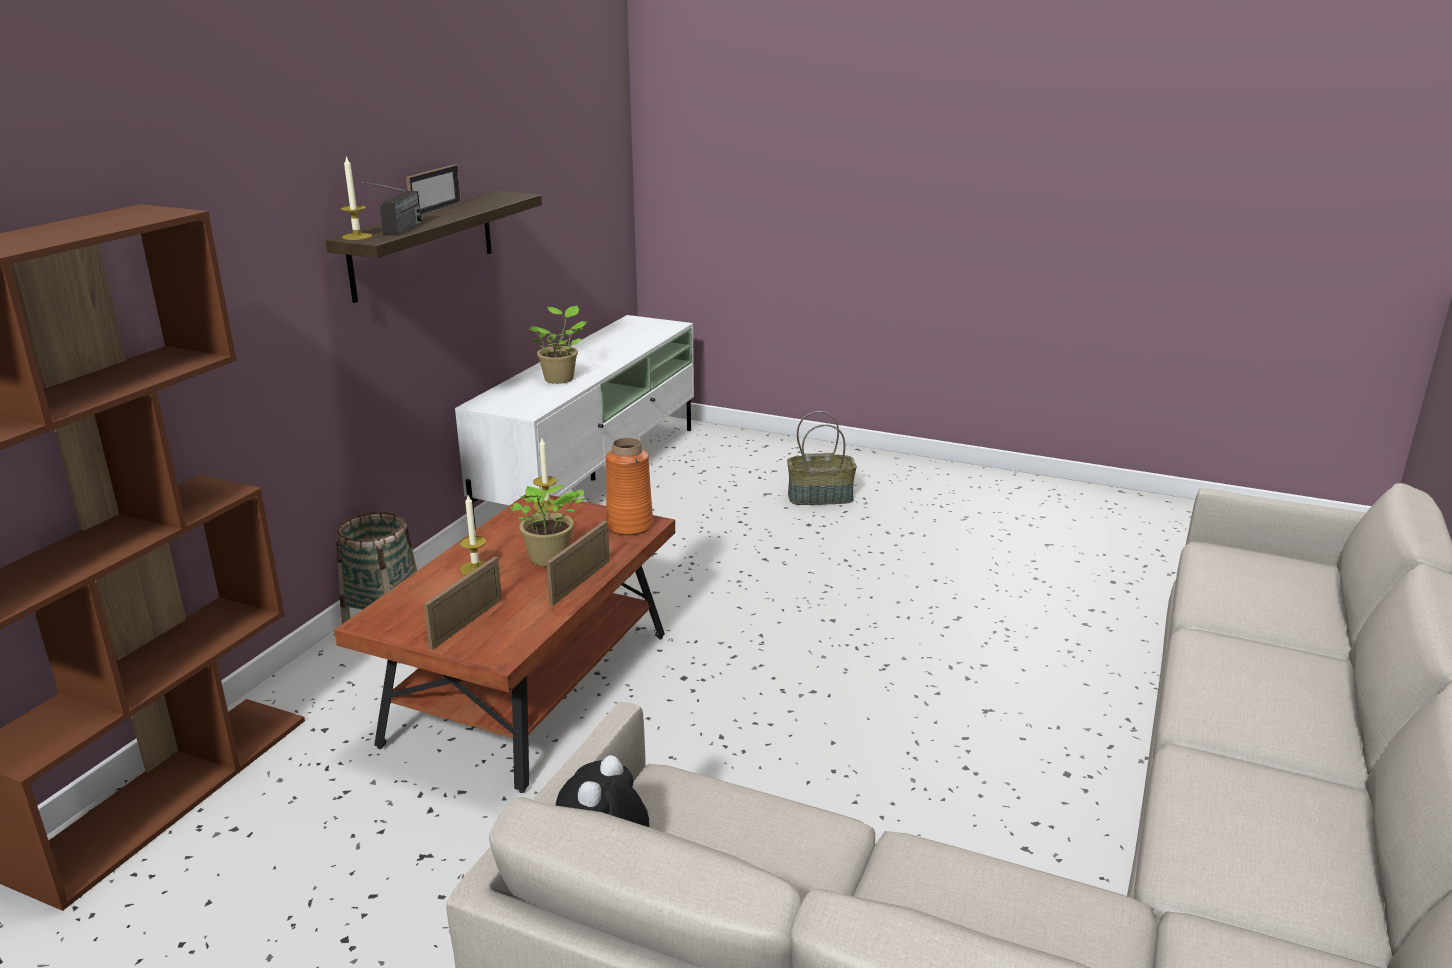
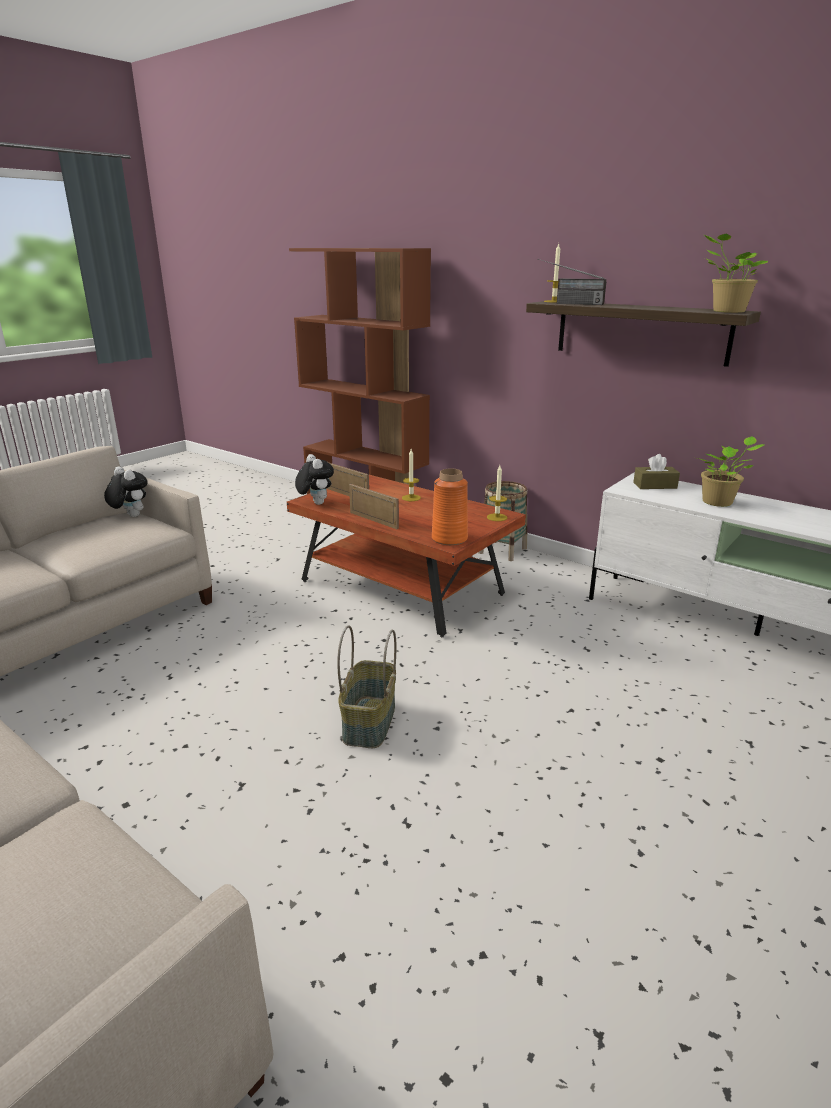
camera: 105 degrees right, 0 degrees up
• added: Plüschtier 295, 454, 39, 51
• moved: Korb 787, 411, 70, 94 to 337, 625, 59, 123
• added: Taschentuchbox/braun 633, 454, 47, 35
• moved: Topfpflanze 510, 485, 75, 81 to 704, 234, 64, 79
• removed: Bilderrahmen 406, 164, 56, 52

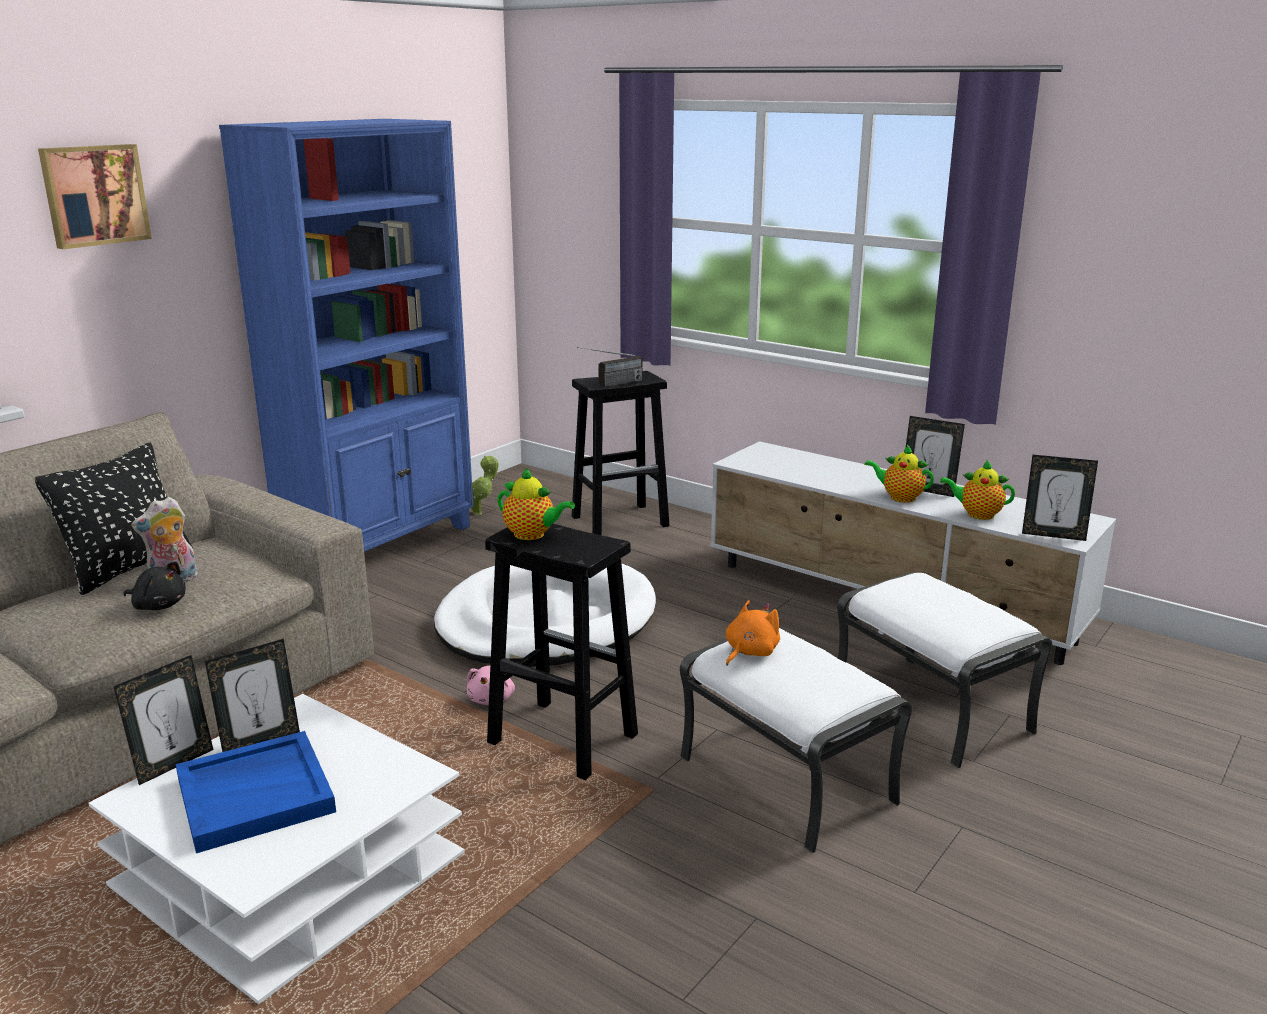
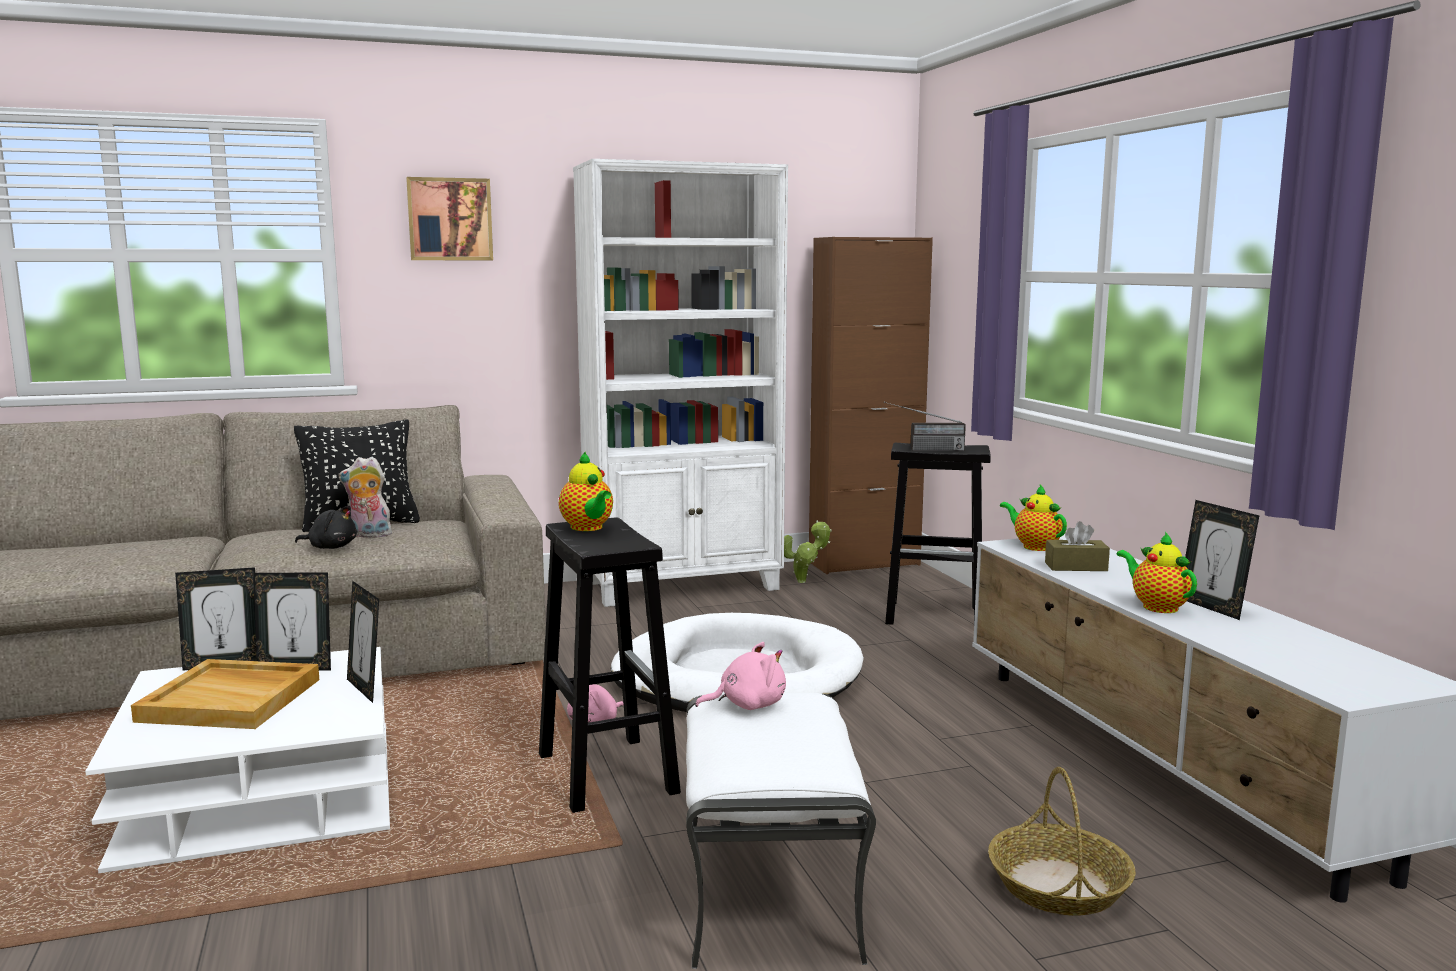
camera: 35 degrees right, 10 degrees down
• recoloured: Tablett/blau 176, 731, 160, 122 to Tablett/beige 131, 659, 188, 70
• turned: Plüschtier/schwarz 124, 561, 62, 49 = 295, 506, 62, 43 45 degrees counterclockwise
• moved: Bilderrahmen 1022, 455, 76, 86 to 347, 581, 32, 122
• recoloured: Bücherregal/blau 219, 119, 254, 433 to Bücherregal/weiß 573, 159, 215, 448
• recoloured: Plüschtier/orange 726, 600, 54, 65 to Plüschtier/rosa 695, 642, 91, 68
• added: Schrank/braun 809, 237, 124, 337
• replaced: Polsterhocker/weiß 837, 572, 215, 197 to Korb 988, 767, 148, 149
• moved: Teekanne 940, 459, 75, 61 to 1000, 485, 67, 66
• added: Taschentuchbox/braun 1045, 521, 65, 50

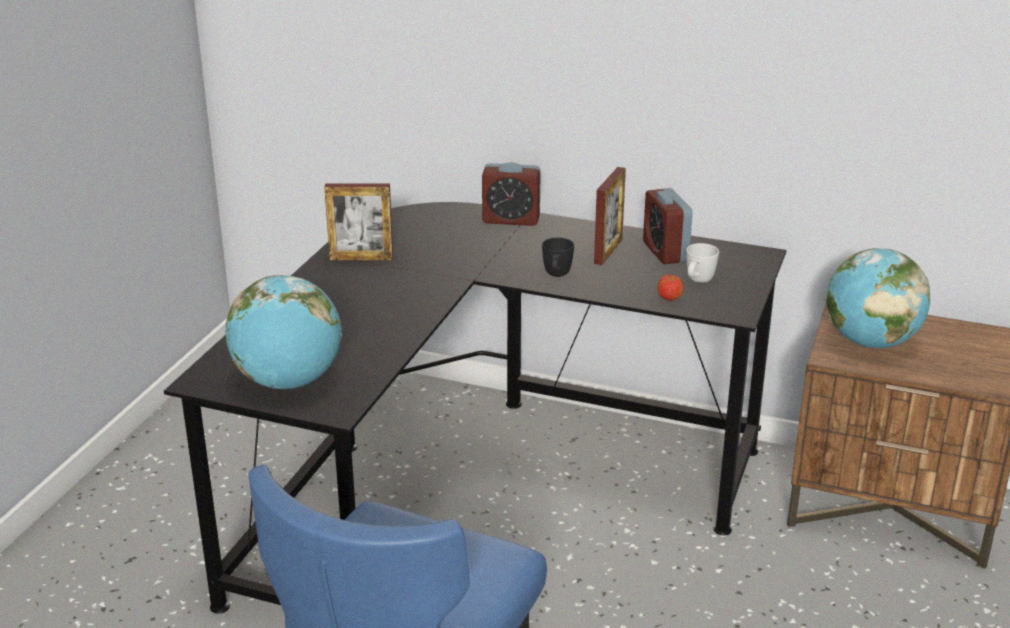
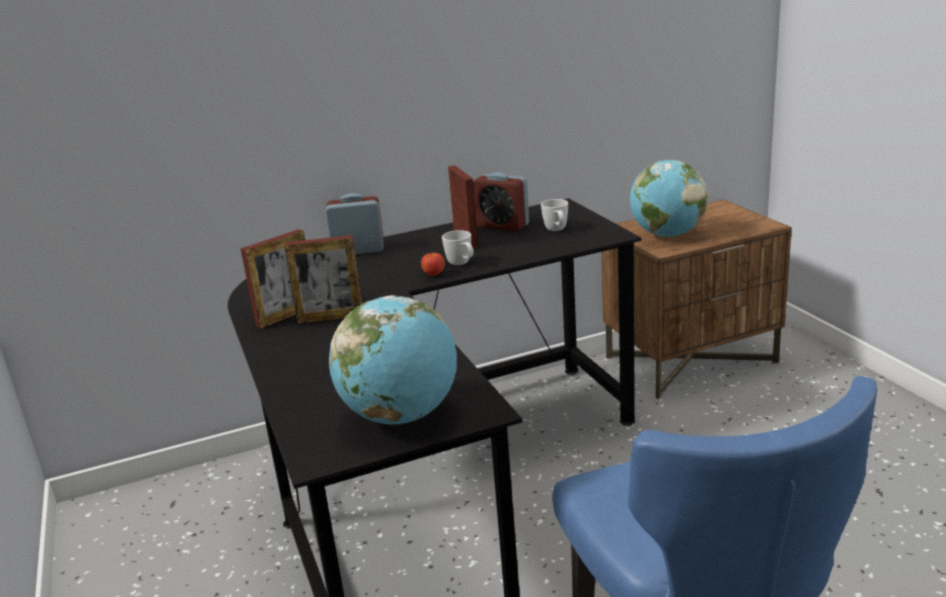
camera: 40 degrees left, 5 degrees down
• added: Bilderrahmen 284, 235, 79, 89
• turned: Wecker 482, 162, 59, 64 = 325, 193, 59, 61 150 degrees counterclockwise
• moved: Apfel 658, 275, 25, 26 to 421, 253, 24, 23
• recoloured: Henkelbecher/schwarz 542, 237, 32, 40 to Henkelbecher/weiß 442, 230, 32, 35

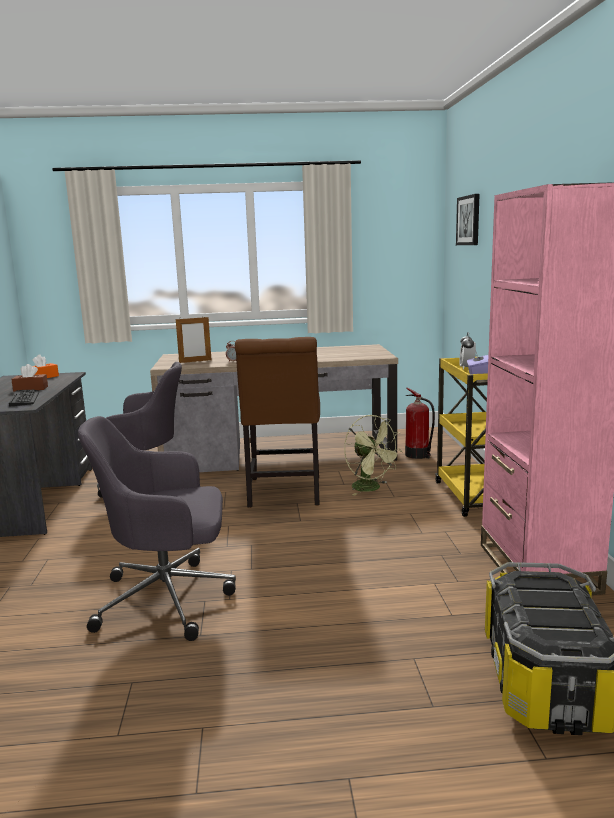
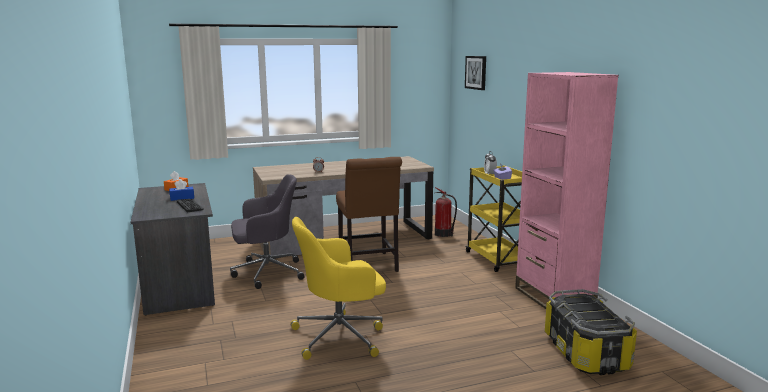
camera: 15 degrees left, 0 degrees up
• recoloured: Taschentuchbox/braun 11, 364, 37, 28 to Taschentuchbox/blau 169, 179, 25, 22
• recoloured: Bürostuhl/grau 78, 416, 158, 225 to Bürostuhl/gelb 291, 217, 95, 143
• removed: Bilderrahmen 176, 317, 36, 46
• removed: Ventilator/grün 344, 415, 58, 81

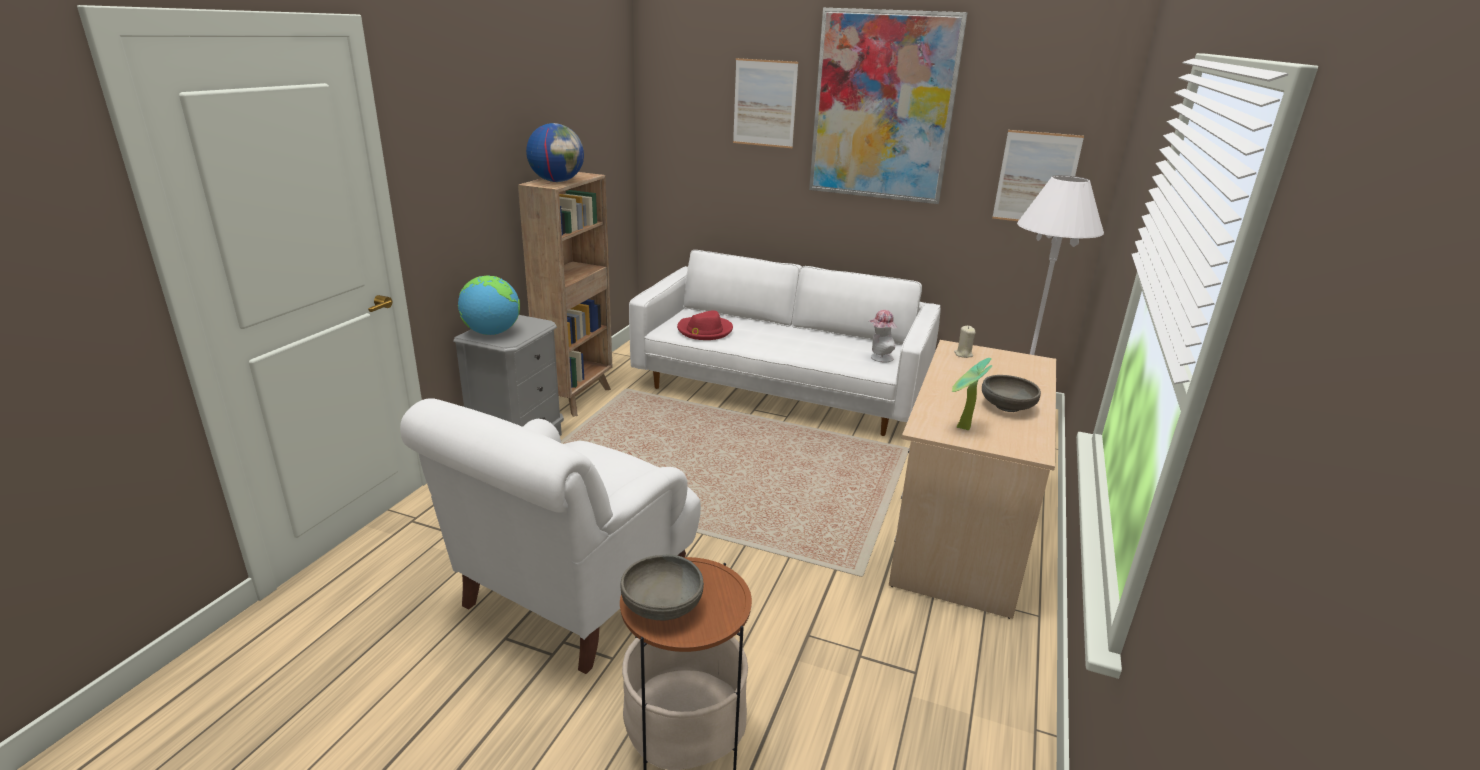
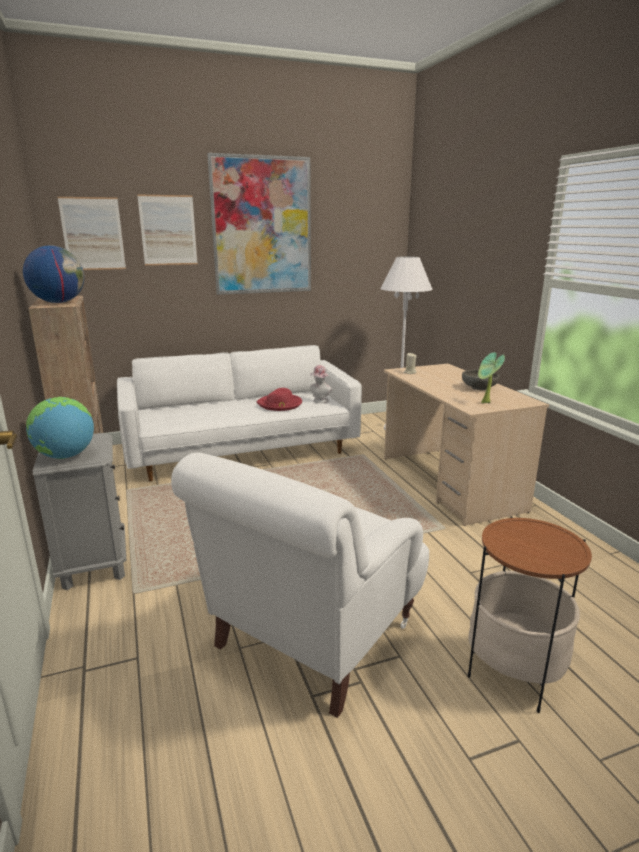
camera: 40 degrees left, 5 degrees down
• moved: Bild 992, 130, 92, 91 to 58, 197, 68, 73
• turned: Sessel/weiß 400, 398, 301, 276 = 171, 452, 258, 266 45 degrees clockwise
• moved: Hut/rot 677, 310, 56, 30 to 256, 388, 46, 23
• removed: Schüssel/grau 620, 554, 84, 67

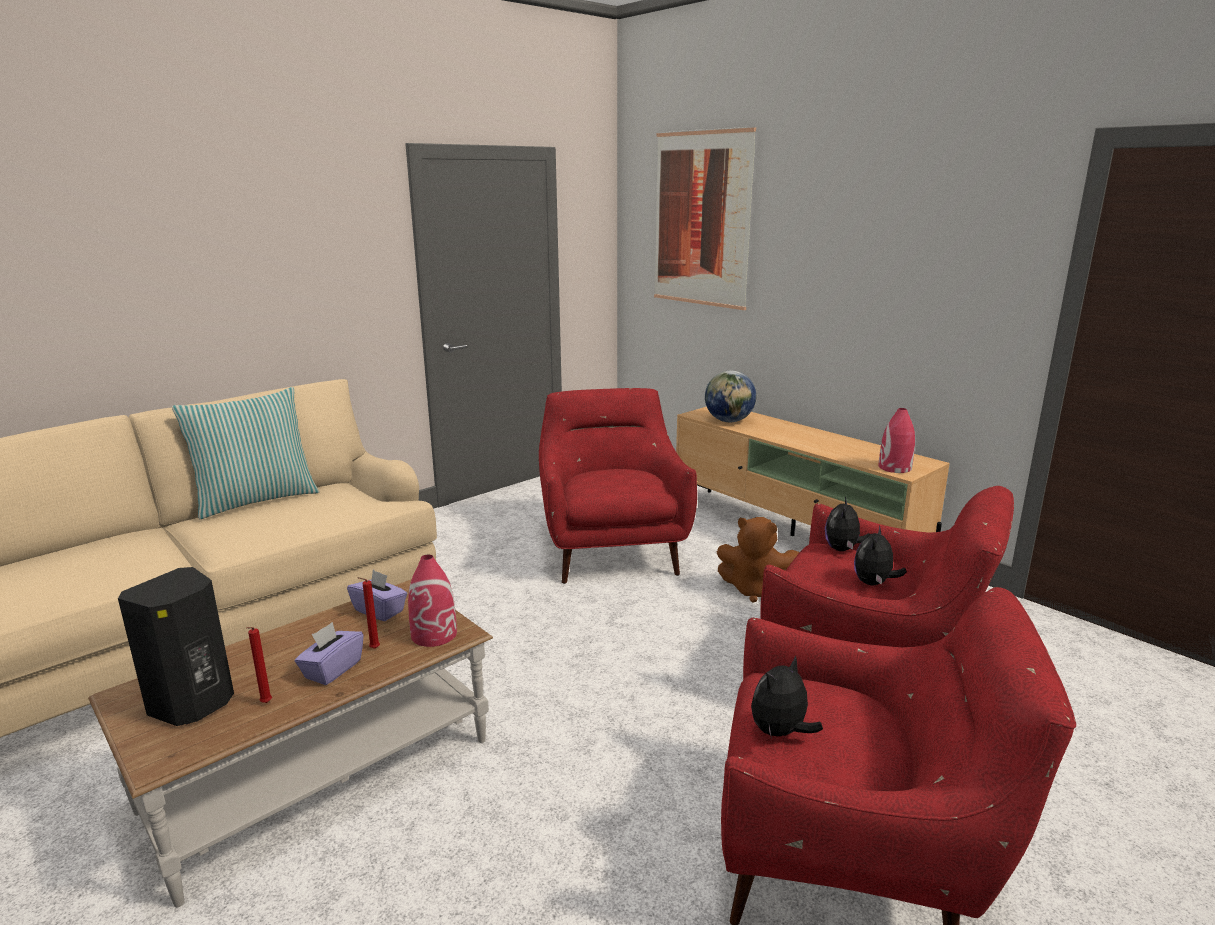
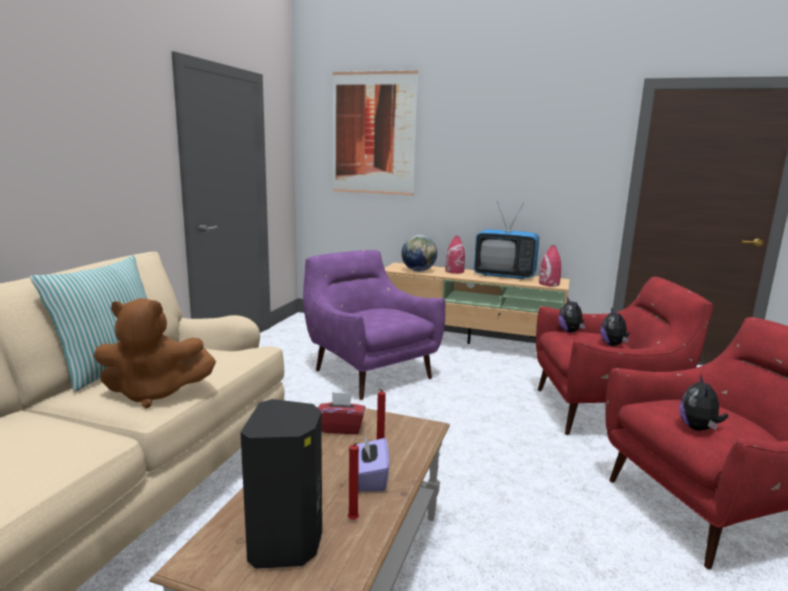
camera: 30 degrees left, 5 degrees down
• moved: Plüschtier/braun 716, 517, 83, 86 to 94, 298, 122, 110
• recoloured: Sessel/rot 539, 388, 158, 196 to Sessel/lila 303, 250, 143, 150
• recoloured: Taschentuchbox/lila 347, 570, 61, 51 to Taschentuchbox/rot 318, 392, 48, 42
• moved: Vase/rot 408, 555, 49, 92 to 446, 236, 19, 38
• added: Fernseher 474, 201, 65, 78

